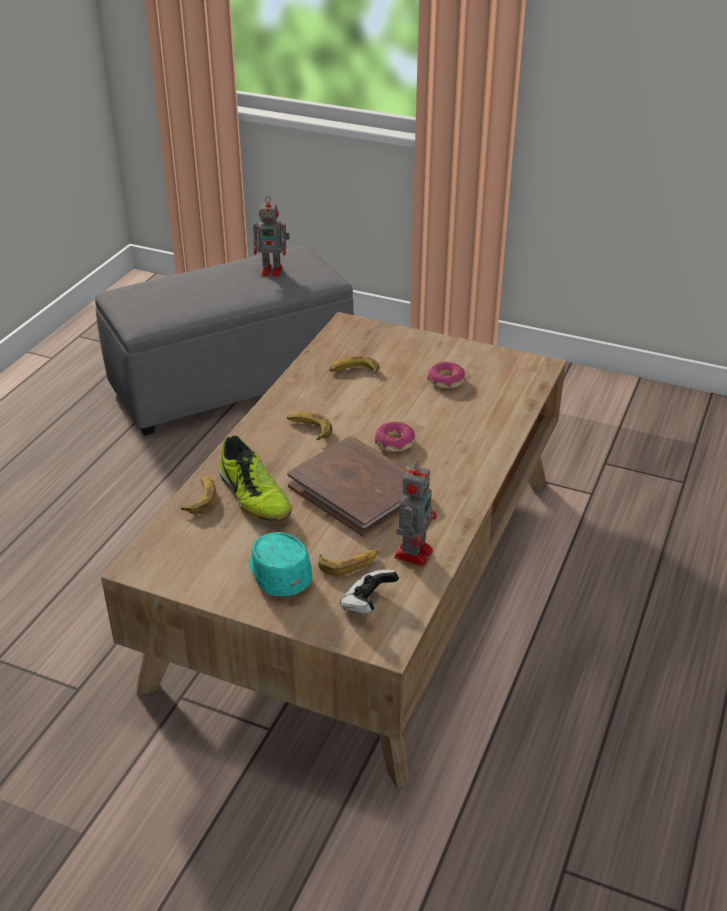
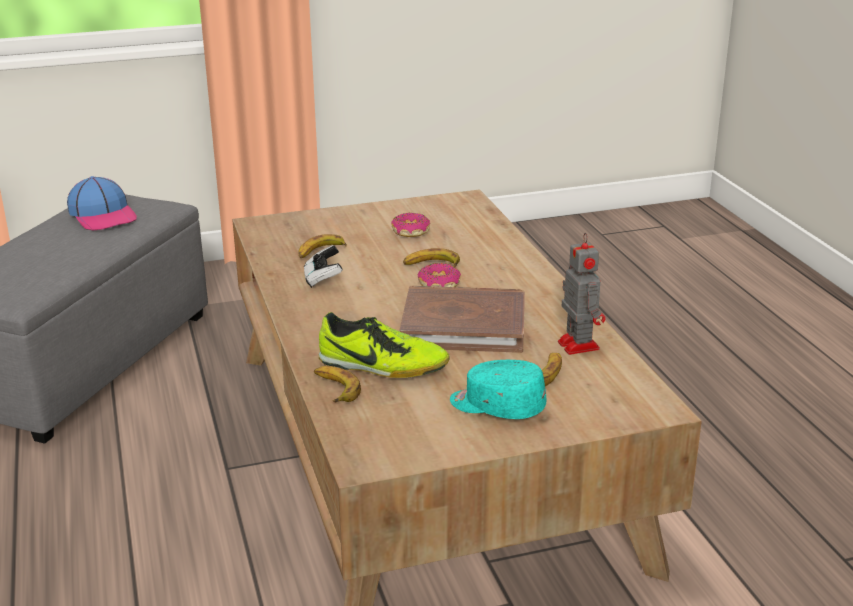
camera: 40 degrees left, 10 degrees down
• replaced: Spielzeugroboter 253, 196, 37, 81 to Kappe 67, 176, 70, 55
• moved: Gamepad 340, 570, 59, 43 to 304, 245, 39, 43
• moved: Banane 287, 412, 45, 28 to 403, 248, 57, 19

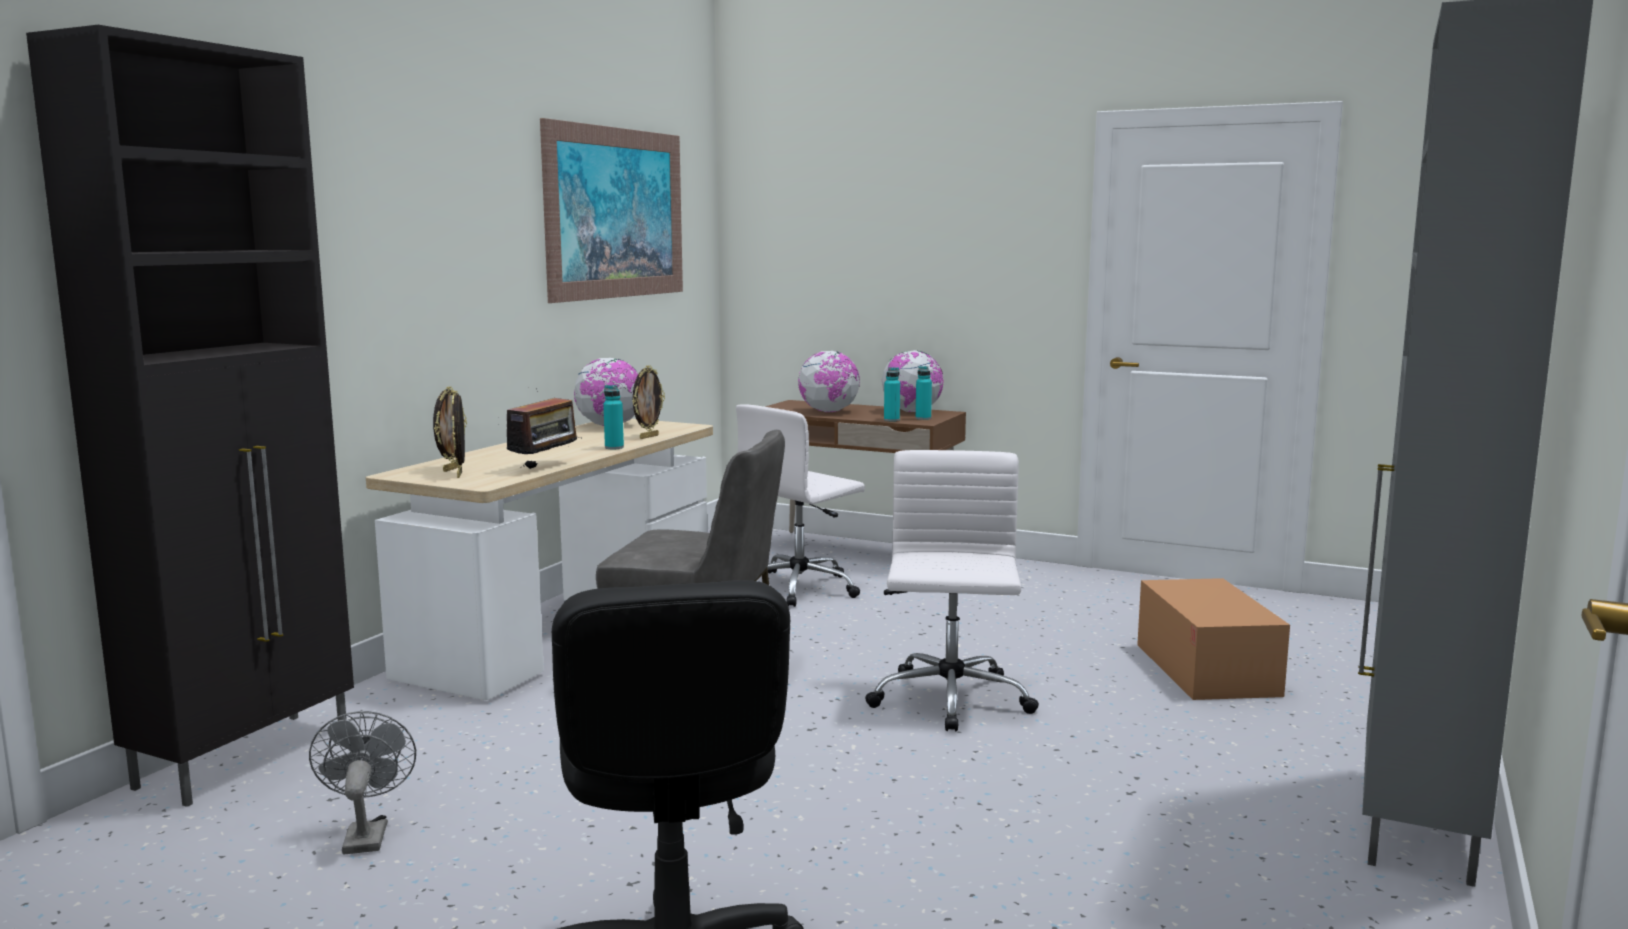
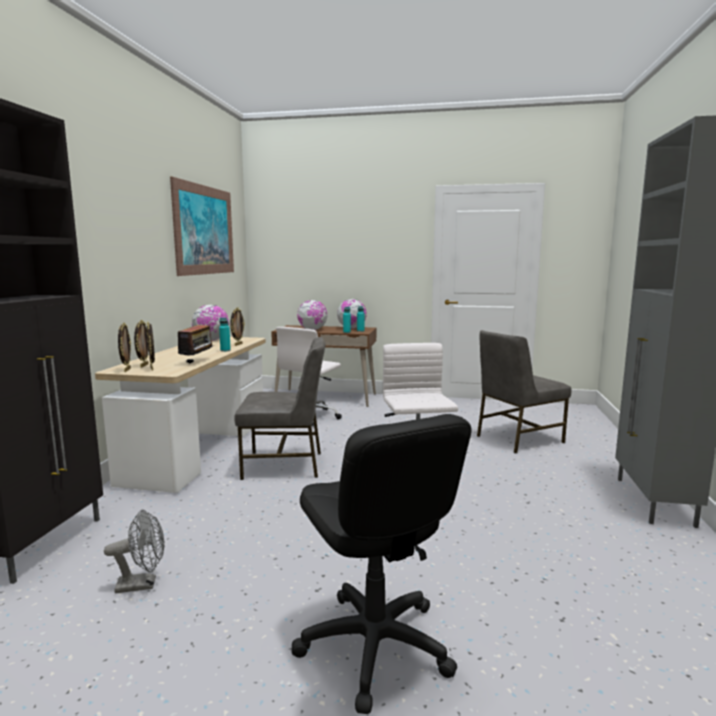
camera: 15 degrees left, 0 degrees up
• turned: Ventilator/grau 309, 711, 107, 144 = 104, 510, 60, 83 105 degrees clockwise
• added: Bilderrahmen 118, 322, 13, 50
• replaced: Karton 1137, 578, 153, 122 to Stuhl/grau 477, 330, 94, 124

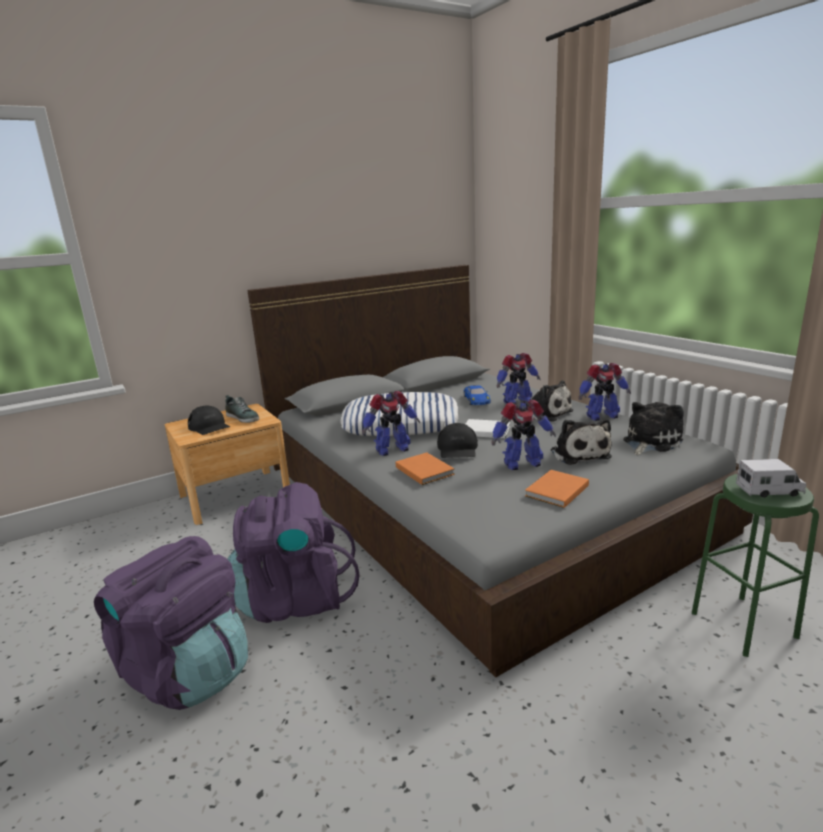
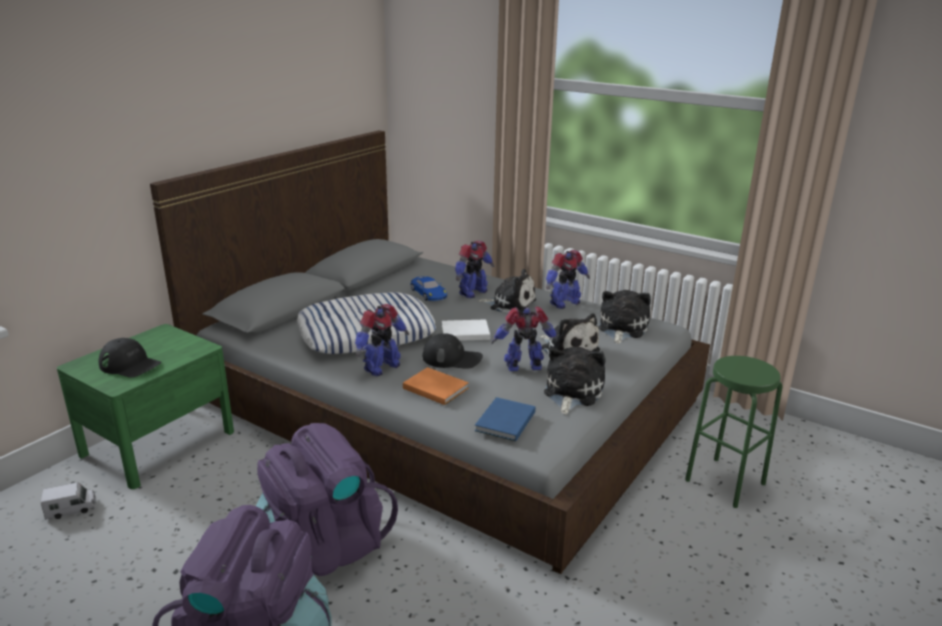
camera: 25 degrees left, 5 degrees up
• moved: Spielzeuglaster 736, 459, 70, 39 to 41, 482, 55, 38
• recoloured: Nachttisch/braun 164, 404, 126, 121 to Nachttisch/grün 57, 324, 177, 165
• turned: Kappe/schwarz 437, 423, 41, 35 = 422, 333, 61, 36 60 degrees counterclockwise
• added: Buch/blau 475, 397, 60, 44
• turned: Spielzeugroboter 491, 400, 65, 70 = 492, 307, 66, 64 150 degrees counterclockwise
• replaced: Buch/orange 525, 470, 64, 38 to Plüschtier 544, 347, 61, 68
• removed: Schuh 225, 395, 34, 28

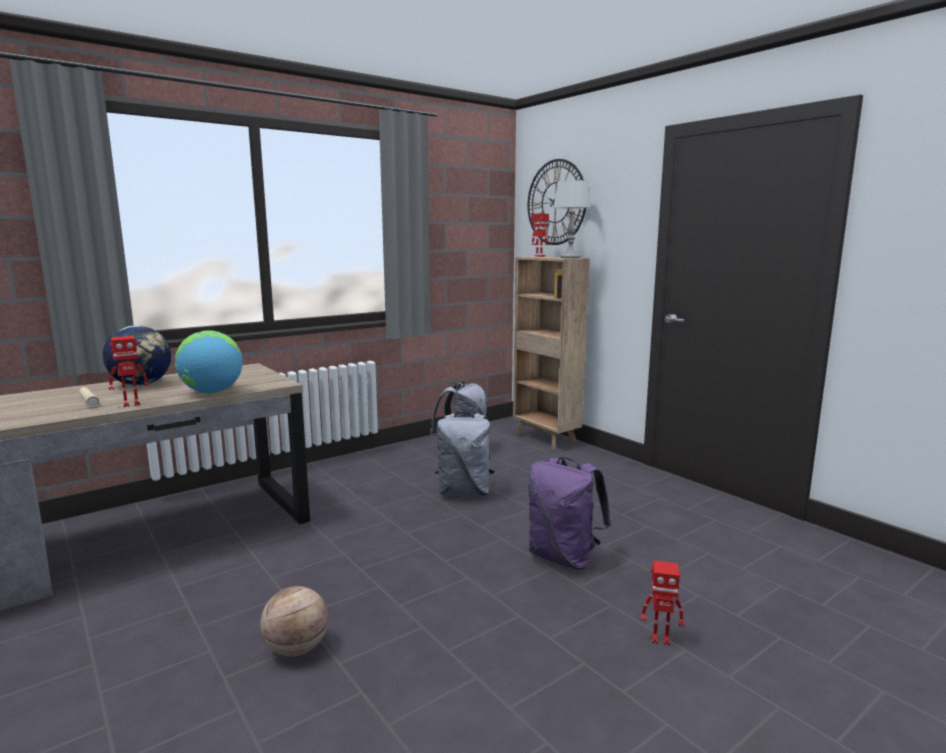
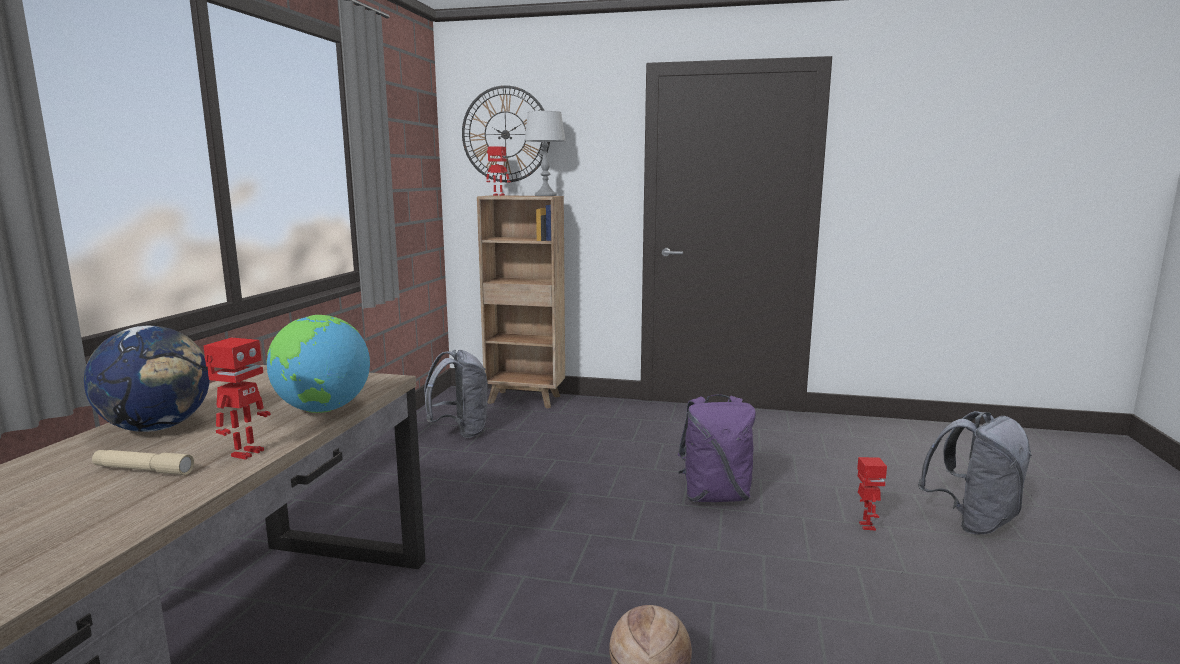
camera: 40 degrees left, 0 degrees up
• turned: Spielzeugroboter 641, 560, 43, 85 = 857, 457, 30, 74 60 degrees counterclockwise
• moved: Rucksack/grau 435, 412, 59, 84 to 918, 411, 114, 124

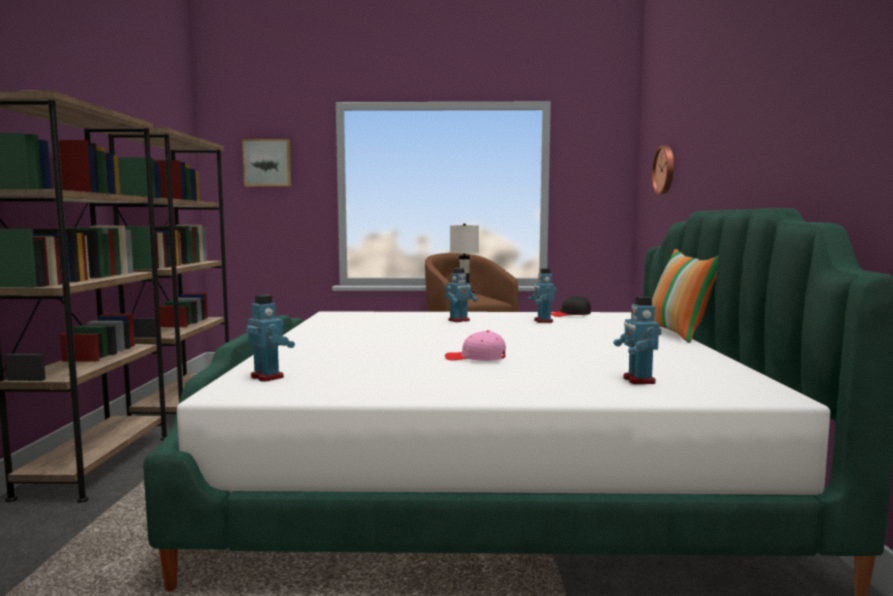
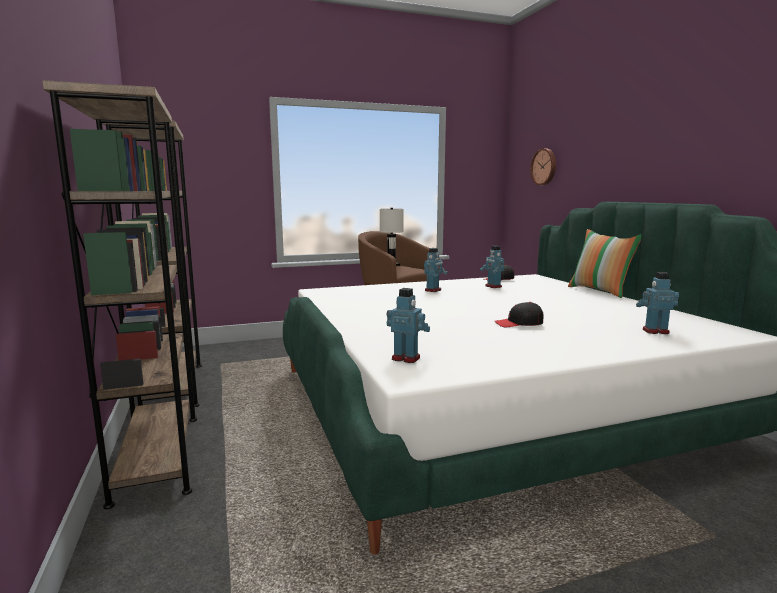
camera: 20 degrees left, 5 degrees up
• recoloured: Kappe/rosa 445, 330, 61, 31 to Kappe/schwarz 495, 302, 49, 25
• turned: Spielzeugroboter 613, 296, 48, 88 = 636, 272, 43, 62 120 degrees clockwise
• removed: Bild 242, 139, 49, 47

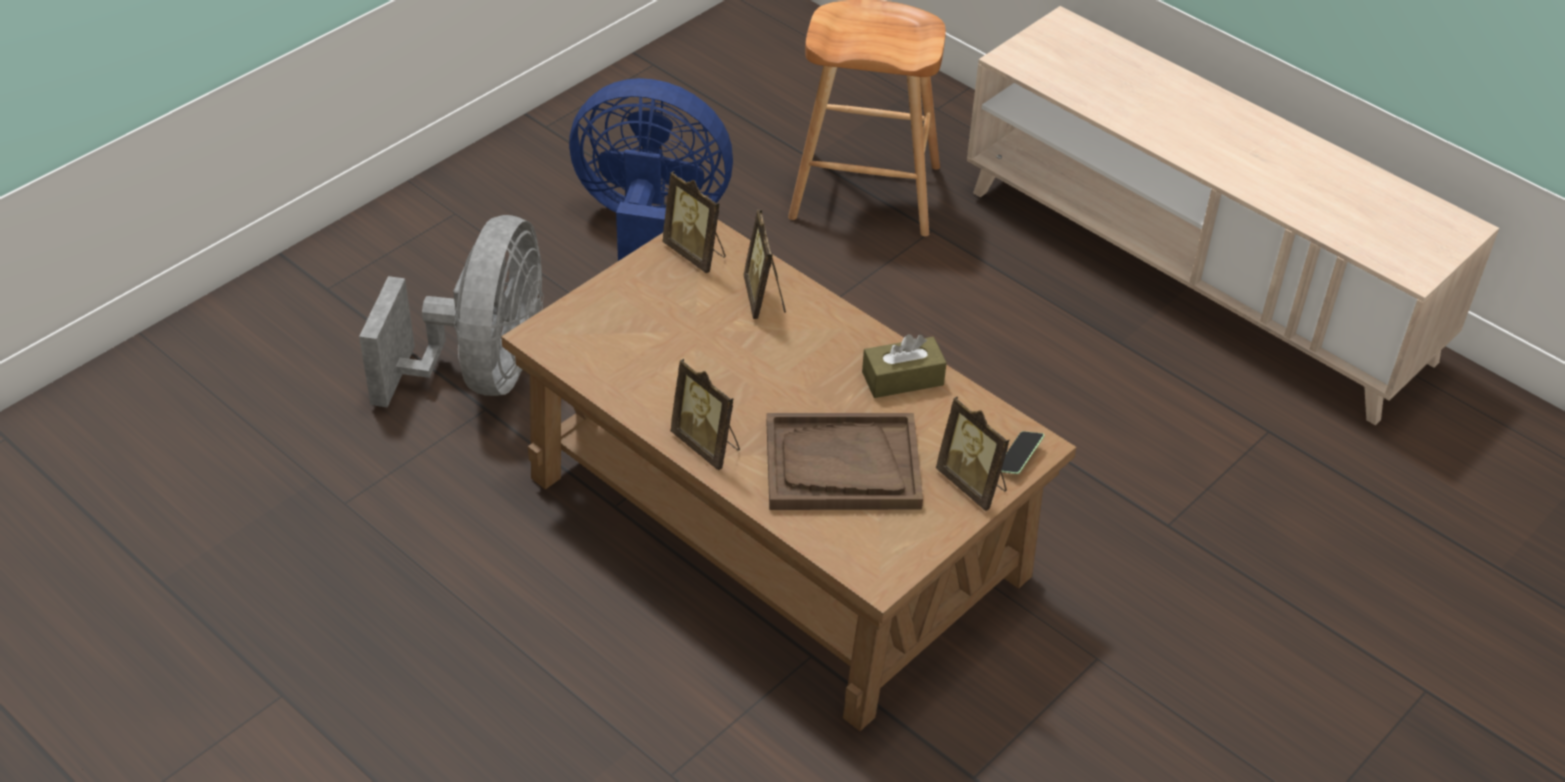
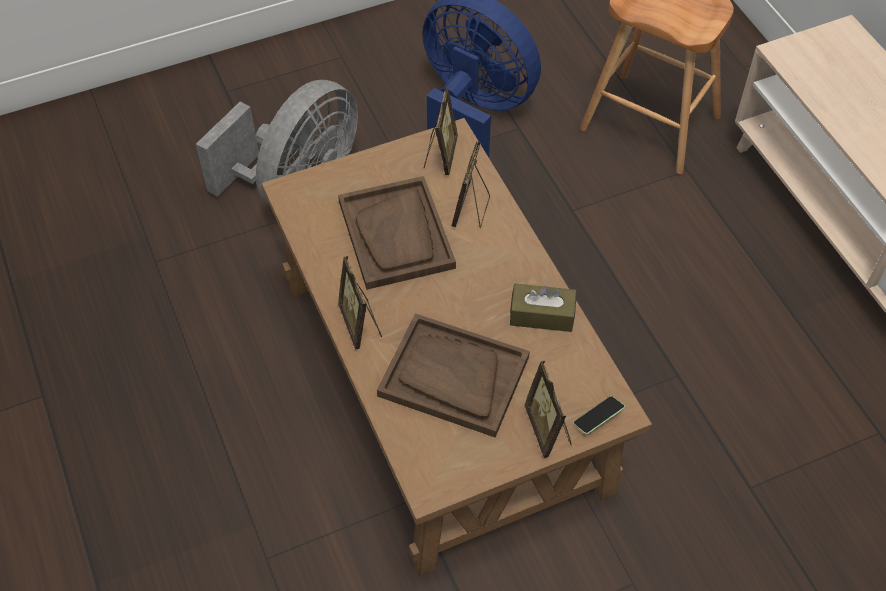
camera: 25 degrees right, 10 degrees up
• added: Tablett/braun 338, 176, 118, 114
• turned: Bilderrahmen 662, 171, 64, 102 = 424, 88, 34, 87 150 degrees counterclockwise

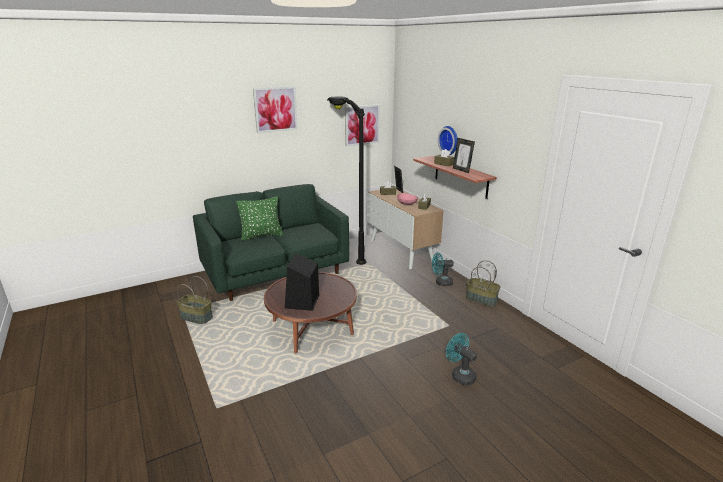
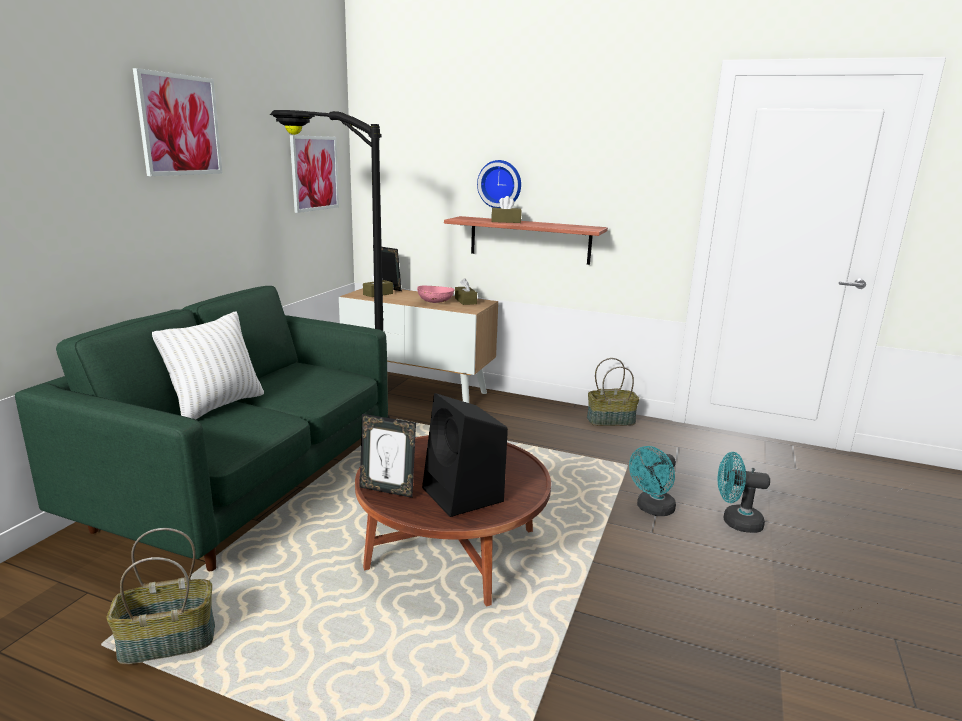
camera: 40 degrees left, 5 degrees down
• recoloured: Kissen/grün 236, 196, 47, 45 to Kissen/weiß 152, 311, 112, 108
• moved: Bilderrahmen 453, 138, 22, 35 to 360, 414, 56, 84
• moved: Ventilator/türkis 432, 252, 22, 34 to 629, 446, 47, 70

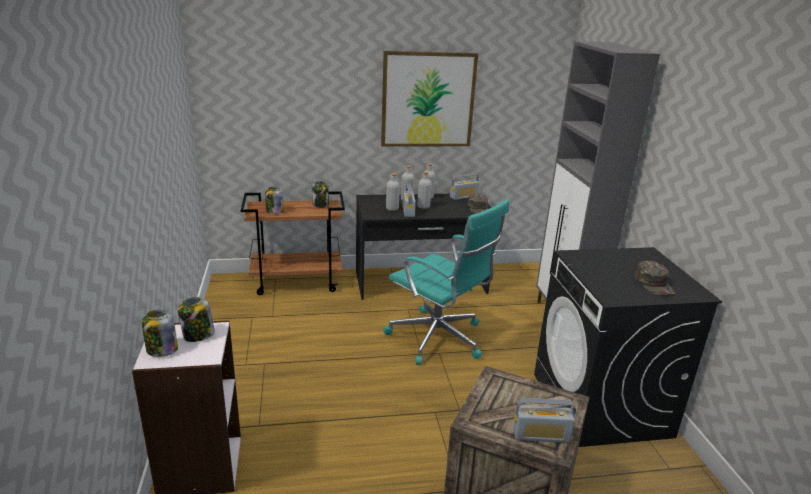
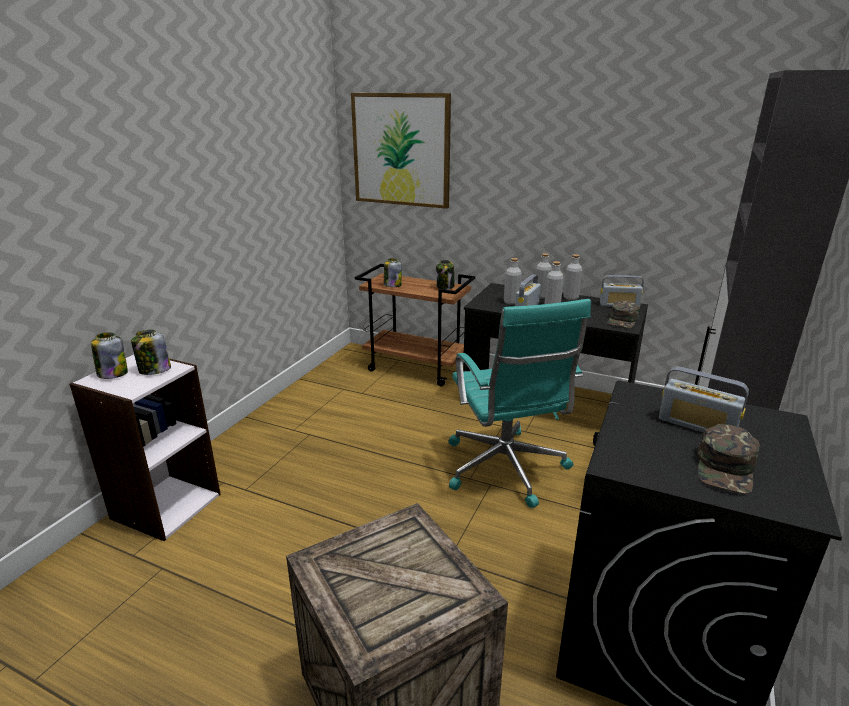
camera: 35 degrees right, 0 degrees up
• moved: Bild 381, 51, 97, 96 to 351, 93, 100, 116
• moved: Radio 513, 398, 63, 45 to 659, 367, 90, 66

